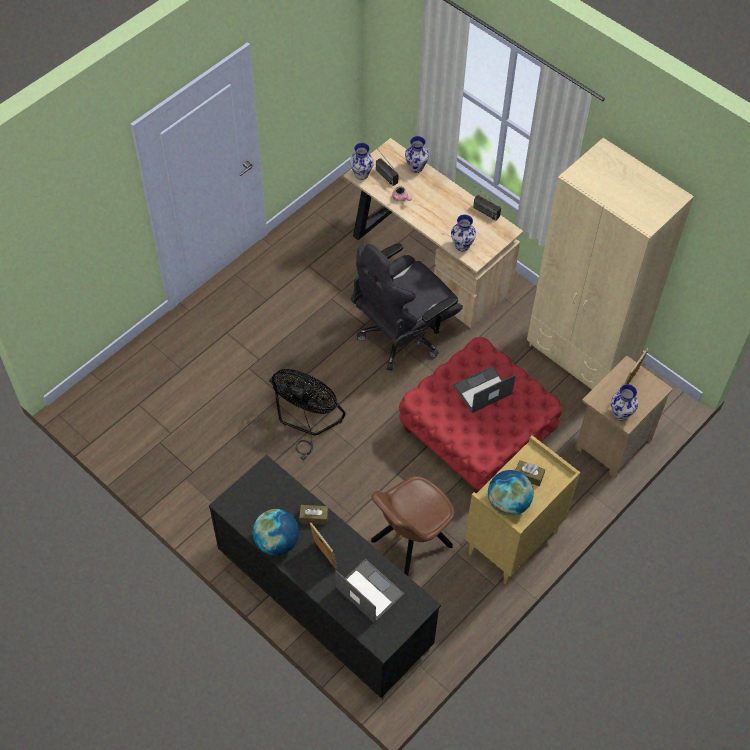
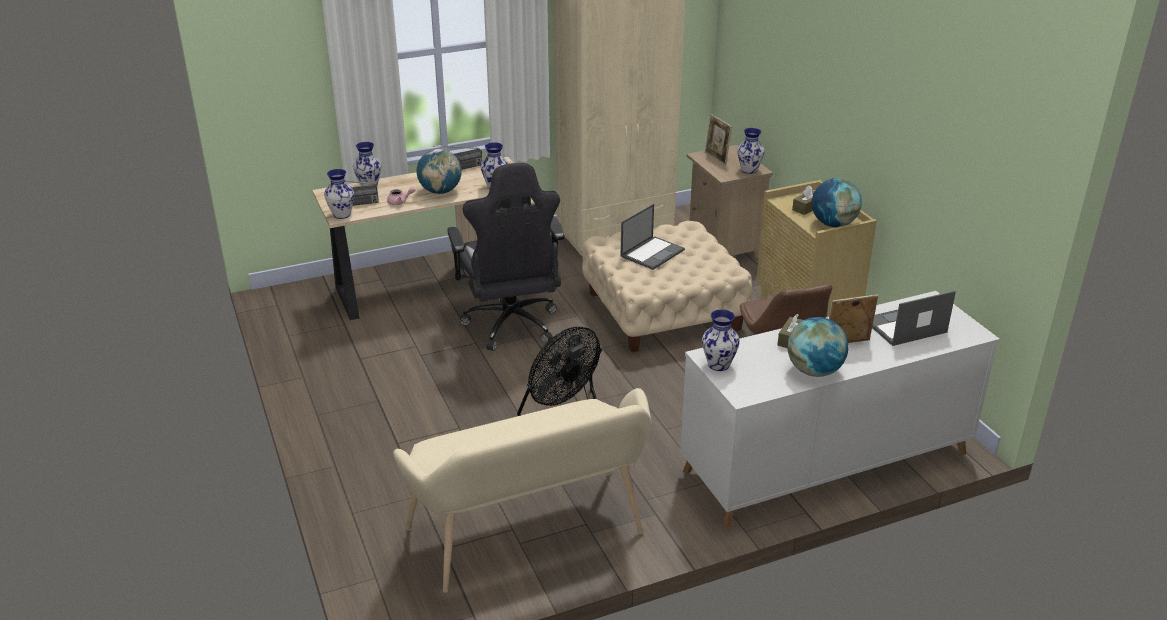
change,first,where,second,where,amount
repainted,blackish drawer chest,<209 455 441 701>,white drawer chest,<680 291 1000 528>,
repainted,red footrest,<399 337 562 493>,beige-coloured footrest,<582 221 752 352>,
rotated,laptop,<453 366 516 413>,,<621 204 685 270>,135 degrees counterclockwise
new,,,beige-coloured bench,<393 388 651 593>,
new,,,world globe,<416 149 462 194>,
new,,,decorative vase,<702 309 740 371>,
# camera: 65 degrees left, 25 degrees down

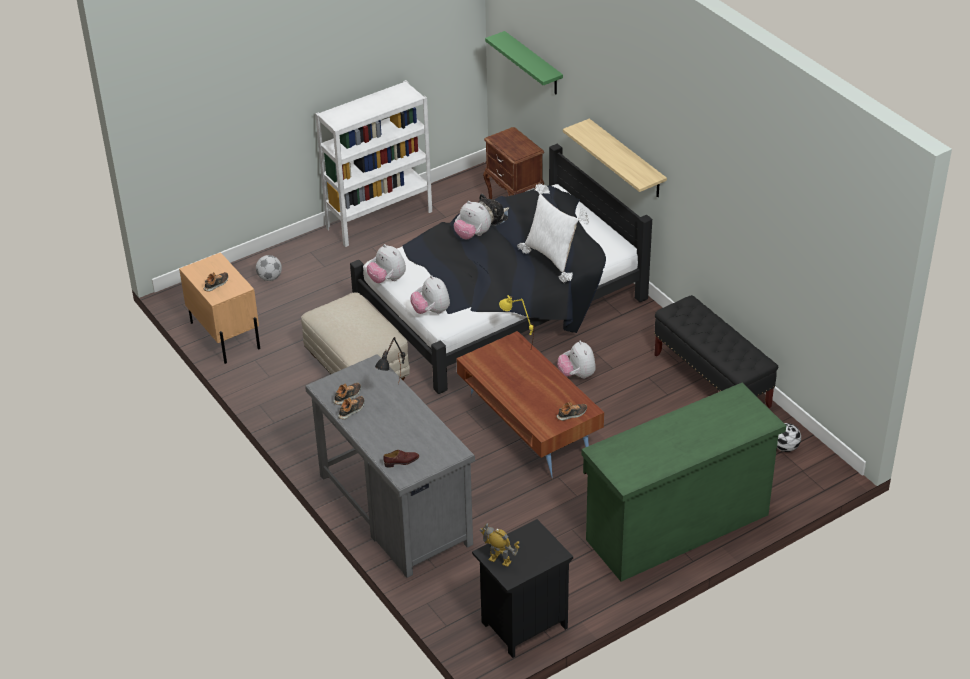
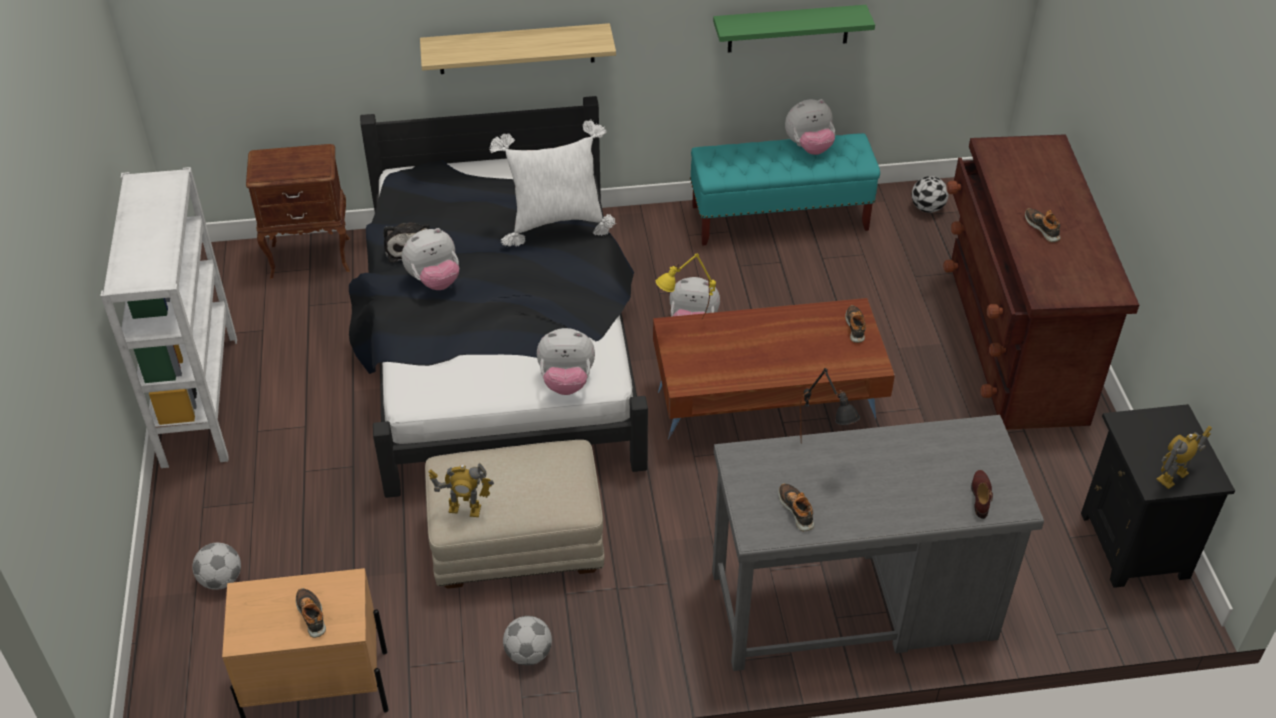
change,first,where,second,where,amount
shifted,low shoe,<338 396 364 419>,,<1025 208 1060 242>,
shifted,cuddly toy,<367 244 406 283>,,<785 99 835 155>,
shifted,greenish wall shelf,<485 31 563 94>,,<713 5 875 53>,
repainted,greenish drawer chest,<582 383 786 582>,brown drawer chest,<943 134 1139 430>,
repainted,blackish bench,<654 295 778 408>,turquoise-coloured bench,<690 133 880 245>,
new,,,robot figure,<428 463 494 517>,
new,,,football ball,<503 616 552 665>,
# camera: 65 degrees left, 5 degrees up

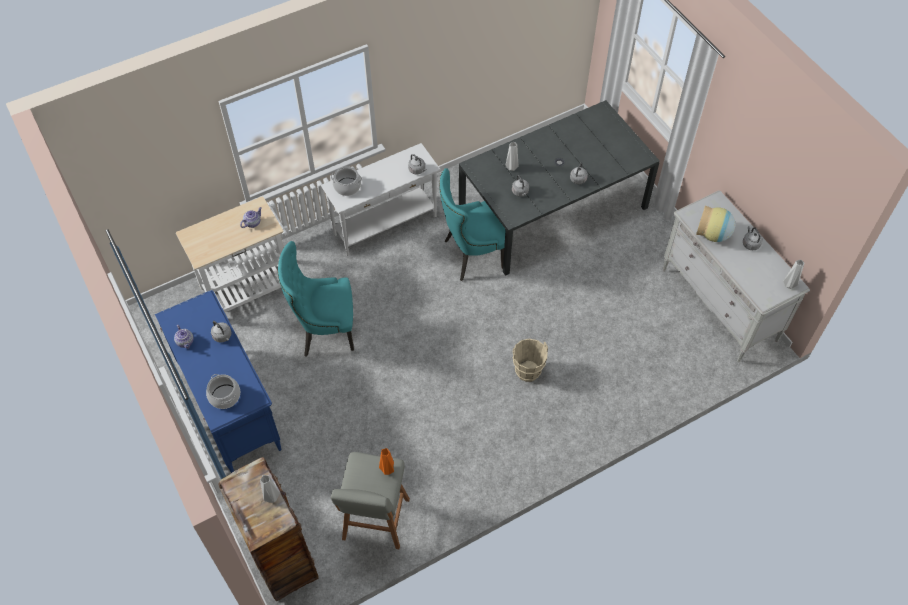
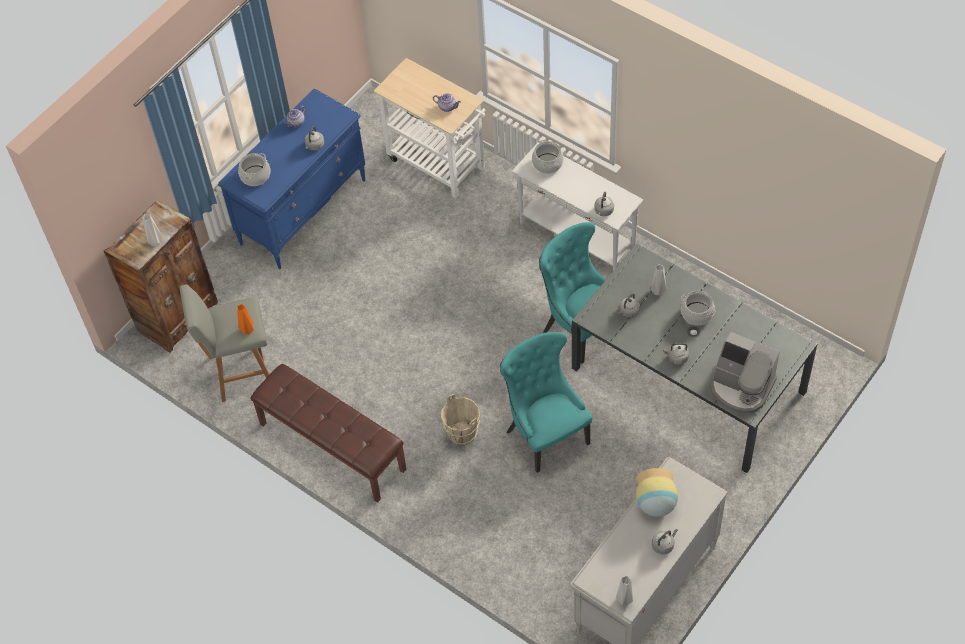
change,first,where,second,where,amount
shifted,turquoise-coloured chair,<278 241 354 357>,,<500 332 593 473>,
new,,,brown bench,<250 364 406 503>,
new,,,cooking pot,<681 291 715 325>,
new,,,coffee brewer,<710 332 780 414>,
# camera: 70 degrees right, 0 degrees up

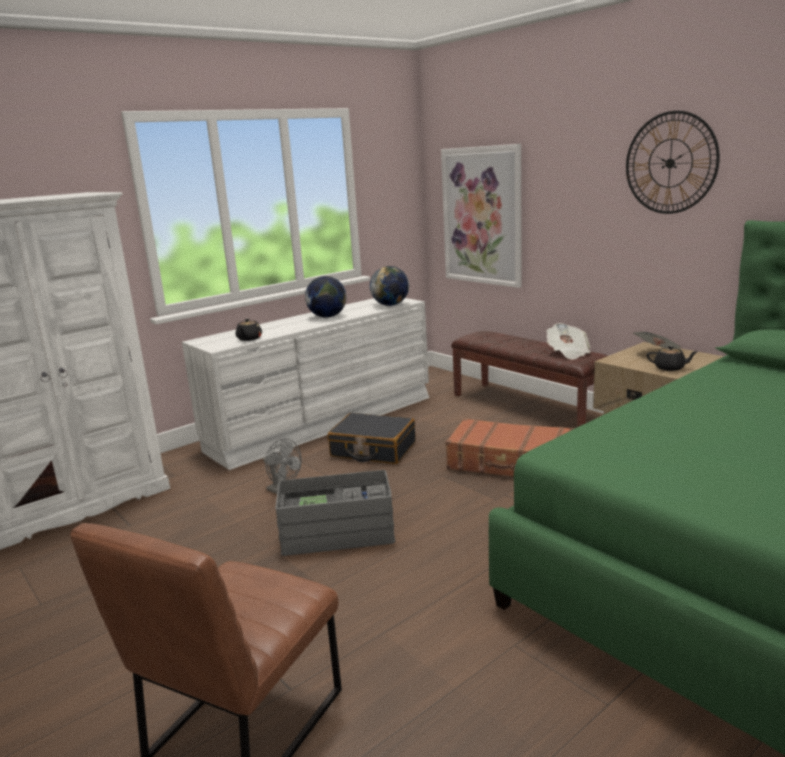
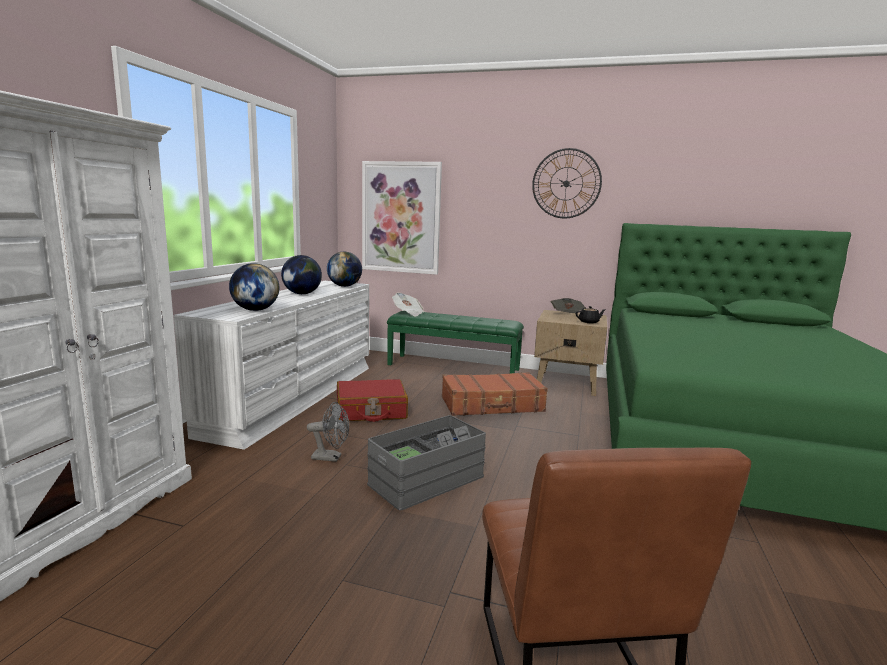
change,first,where,second,where,amount
swapped,blackish tea pot,<236 318 262 341>,world globe,<229 263 279 311>,
repainted,blackish travel case,<328 413 416 464>,red travel case,<337 379 408 422>,
repainted,brown bench,<451 331 608 427>,greenish bench,<387 311 524 374>,
shifted,newspaper,<547 323 591 360>,,<392 293 425 316>,
# camera: 35 degrees left, 5 degrees down

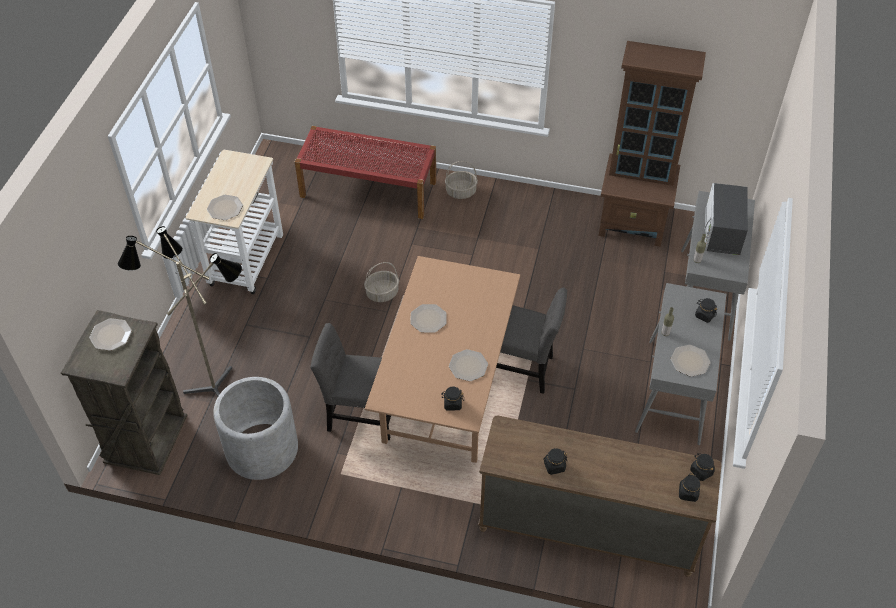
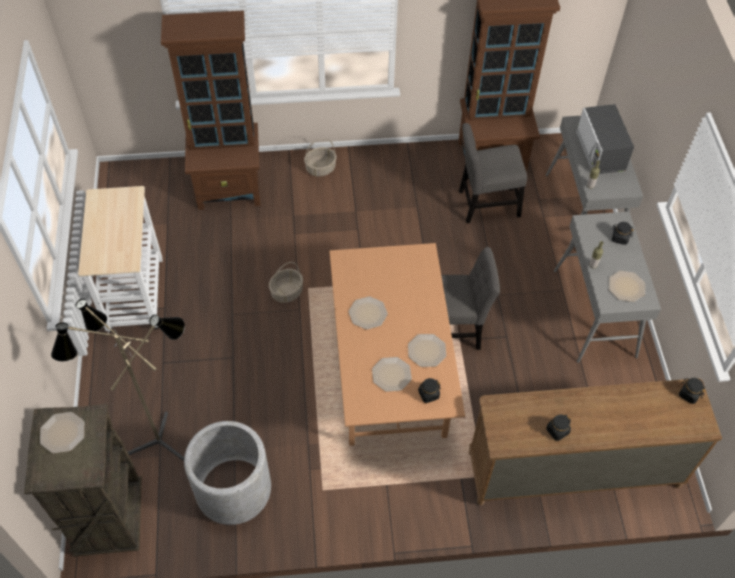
change,first,where,second,where,amount
shifted,dinner plate,<207 195 243 220>,,<372 357 412 392>,
swapped,red bench,<295 126 436 219>,brown storage cabinet,<161 10 260 210>,
shifted,grey chair,<311 323 391 440>,,<459 123 527 223>,
gone,blackish jar,<679 473 700 502>,,,
# camera: 20 degrees left, 5 degrees up

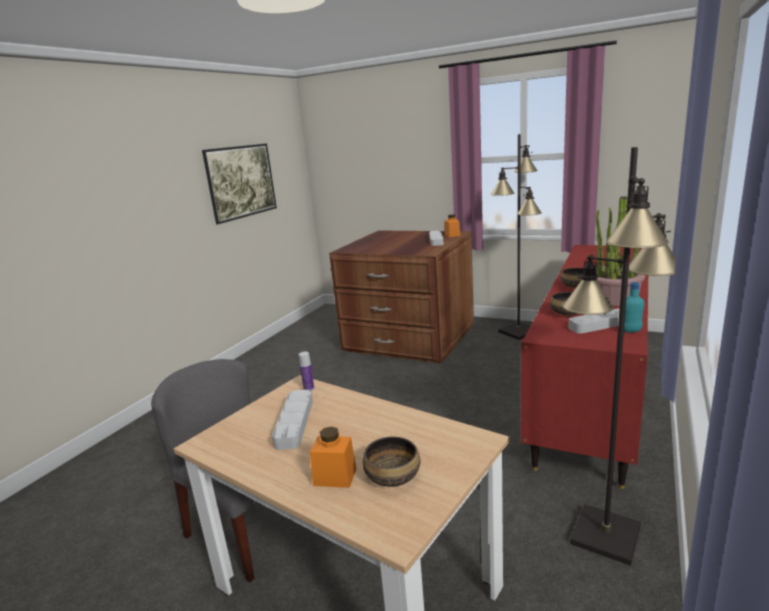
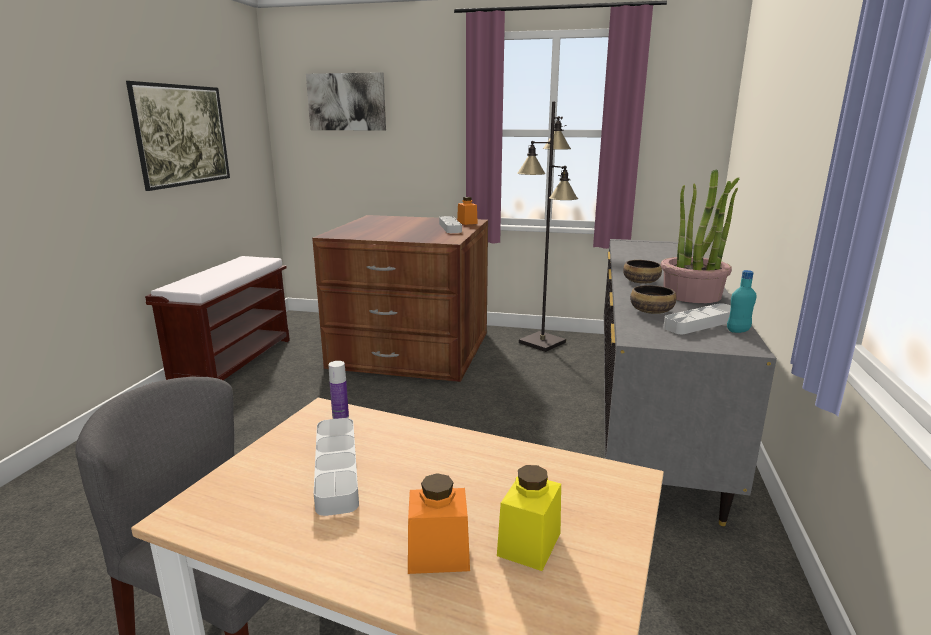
change,first,where,second,where,amount
swapped,deep dish,<362 436 420 487>,yellow-coloured jar,<497 465 561 571>,
repainted,red storage cabinet,<521 245 648 489>,grey storage cabinet,<604 239 777 526>,
gone,blackish floor lamp,<562 147 676 566>,,,
new,,,brown bench,<145 256 290 380>,
new,,,wall picture,<306 72 386 131>,
# camera: 15 degrees left, 0 degrees up

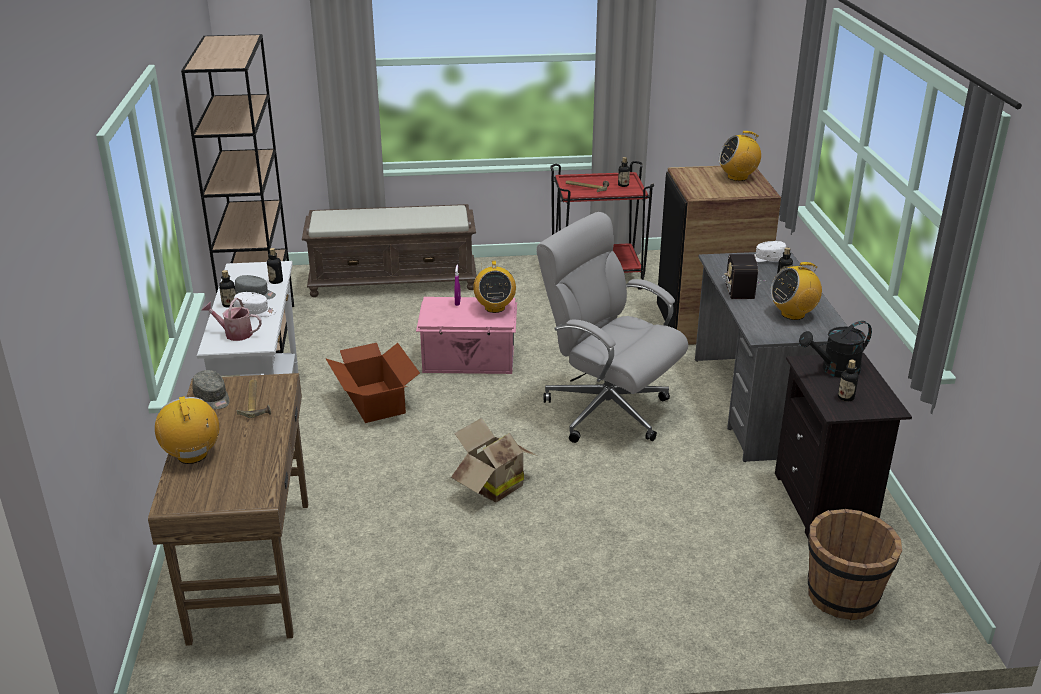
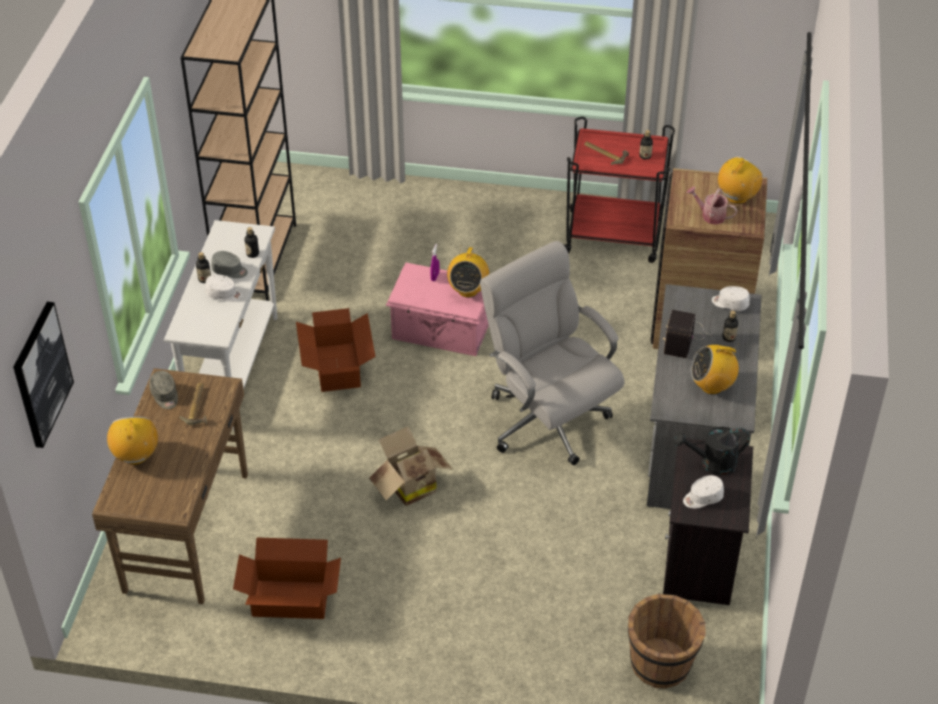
change,first,where,second,where,amount
shifted,sprinkling can,<202 298 262 341>,,<687 186 738 225>,
gone,brown bench,<302 204 477 297>,,,
rotated,radio,<719 131 761 181>,,<718 157 762 204>,120 degrees clockwise
swapped,bottle,<838 360 858 401>,white baseball cap,<683 475 724 508>,
new,,,wall picture,<13 302 74 448>,
new,,,carton,<233 537 341 619>,
# camera: 15 degrees right, 15 degrees up

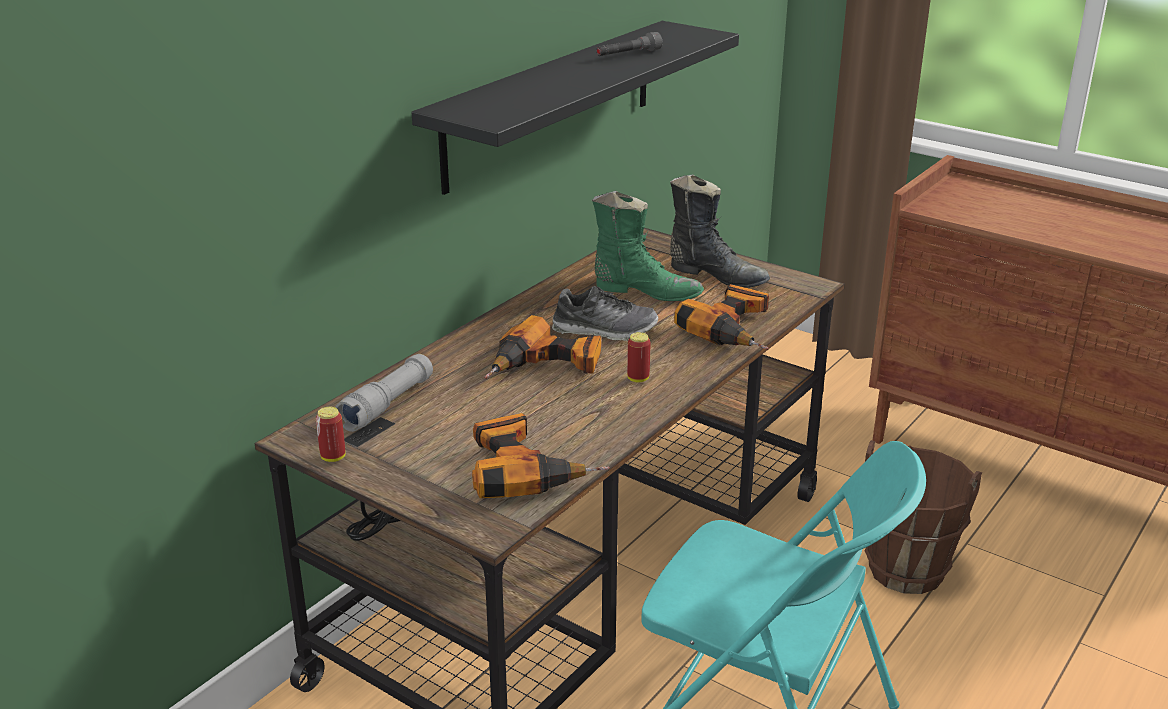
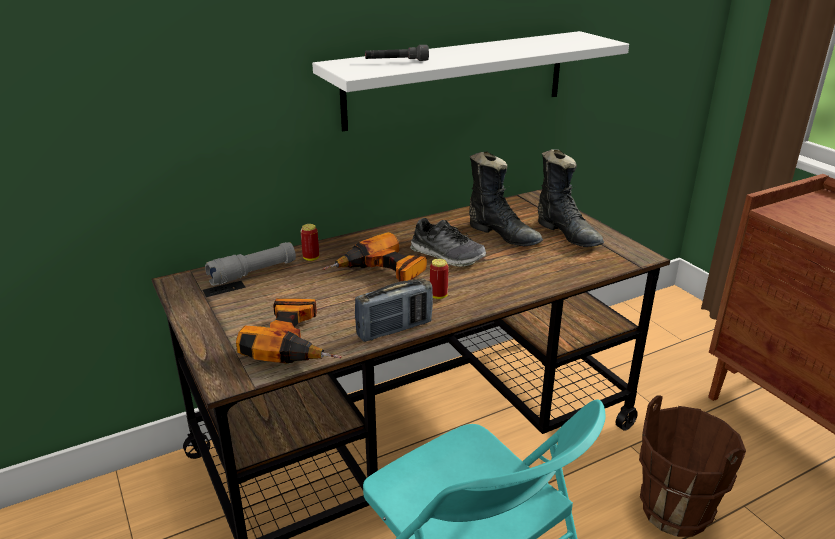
change,first,where,second,where,amount
shifted,metal can,<316 407 345 462>,,<301 224 319 261>,
repainted,blackish wall shelf,<411 21 739 195>,white wall shelf,<312 31 629 131>,
repainted,greenish high-top boot,<592 191 704 301>,blackish high-top boot,<469 152 543 246>,
shifted,grey flashlight,<596 32 662 56>,,<365 45 429 61>,
gone,power drill,<674 284 769 350>,,,
new,,,radio,<355 278 433 342>,
# camera: 25 degrees right, 0 degrees up

